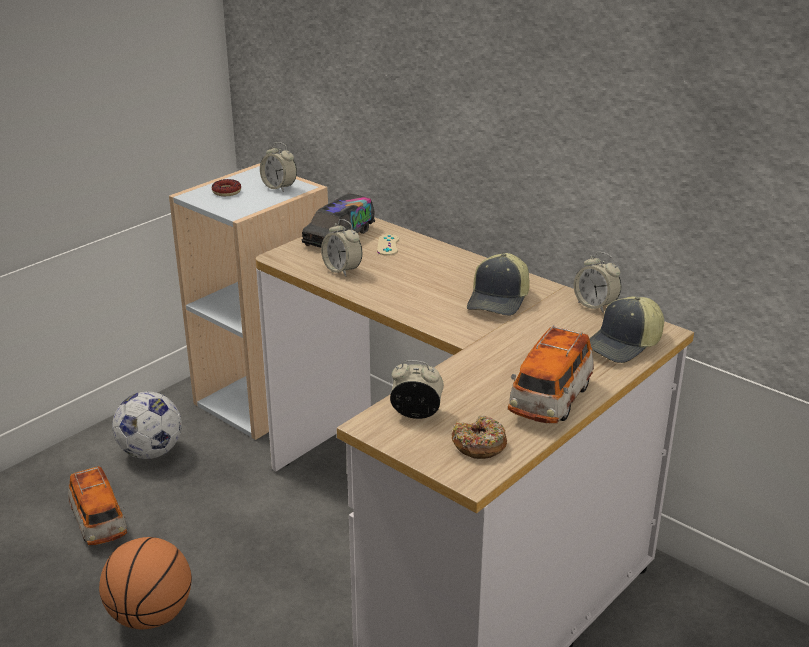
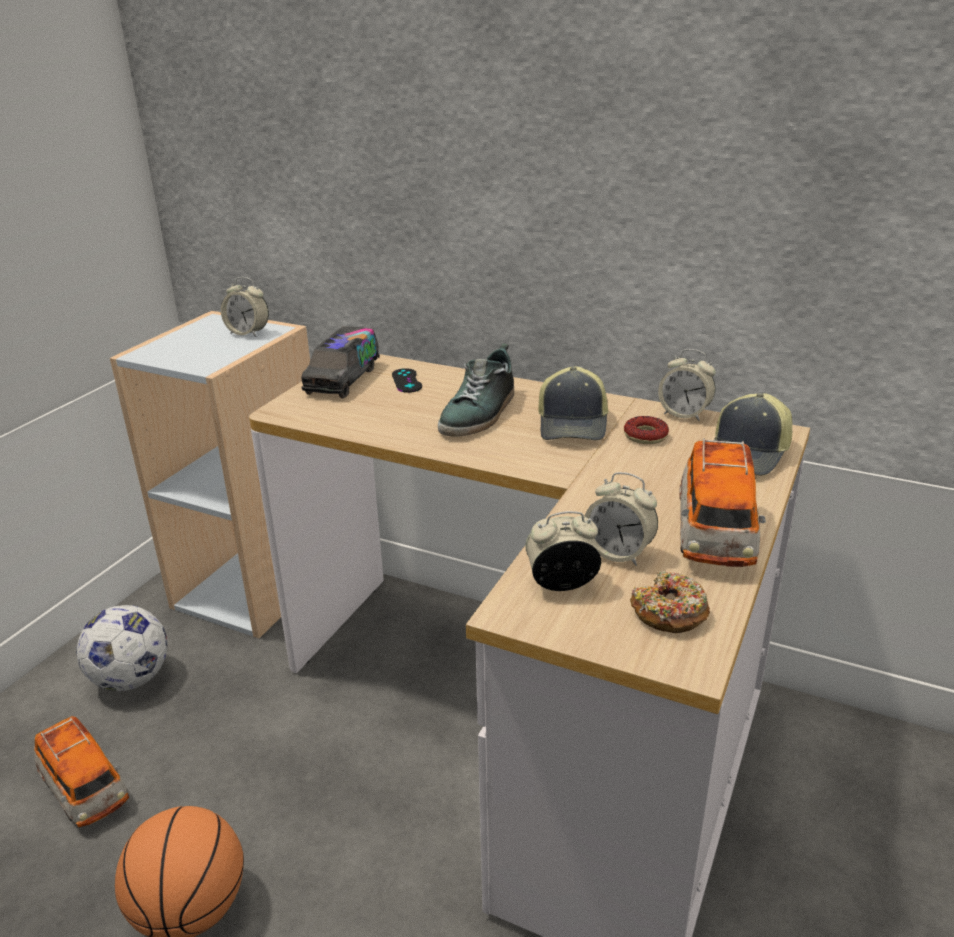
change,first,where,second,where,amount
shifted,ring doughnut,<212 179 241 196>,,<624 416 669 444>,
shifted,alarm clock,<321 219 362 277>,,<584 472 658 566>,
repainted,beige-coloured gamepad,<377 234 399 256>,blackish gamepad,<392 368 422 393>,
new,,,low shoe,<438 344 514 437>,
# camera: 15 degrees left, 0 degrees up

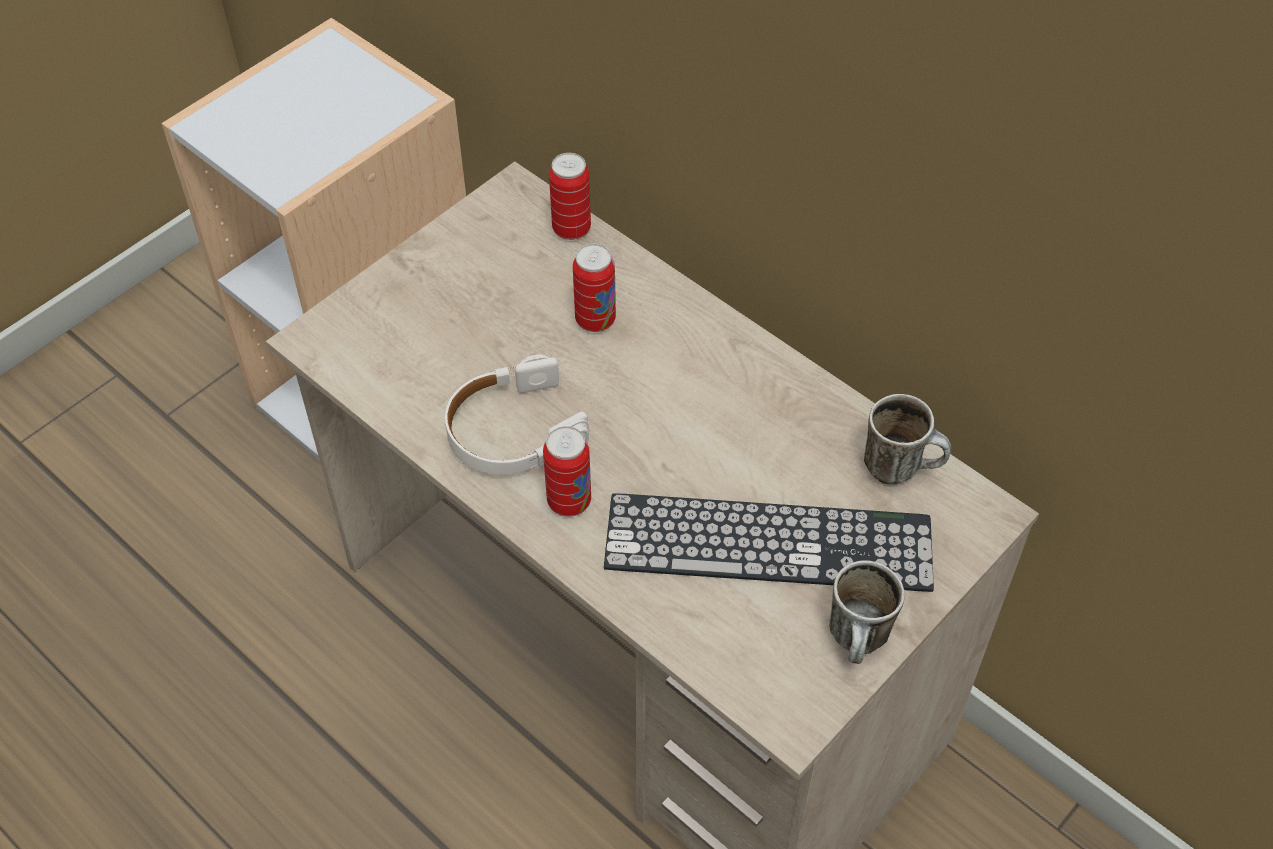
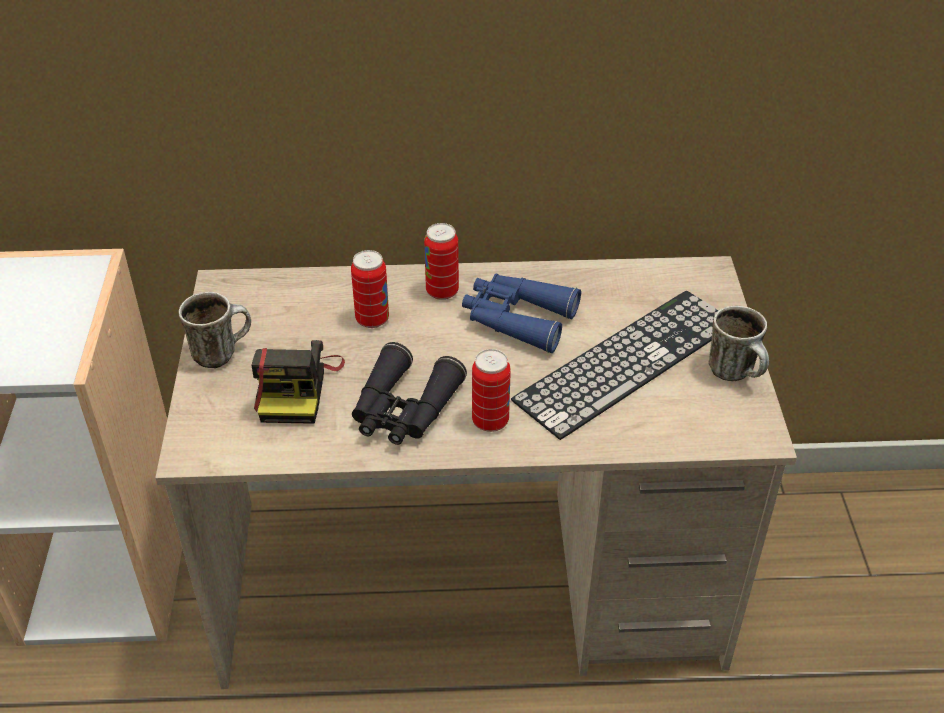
change,first,where,second,where,amount
swapped,white headset,<445 354 589 475>,blackish field glasses,<352 342 467 445>,
shifted,metal can,<549 153 591 240>,,<424 223 459 300>,
shifted,coffee mug,<864 394 951 485>,,<179 292 251 368>,
new,,,photo camera,<252 340 345 424>,
new,,,blue-coloured field glasses,<462 274 581 353>,
# camera: 45 degrees left, 10 degrees down

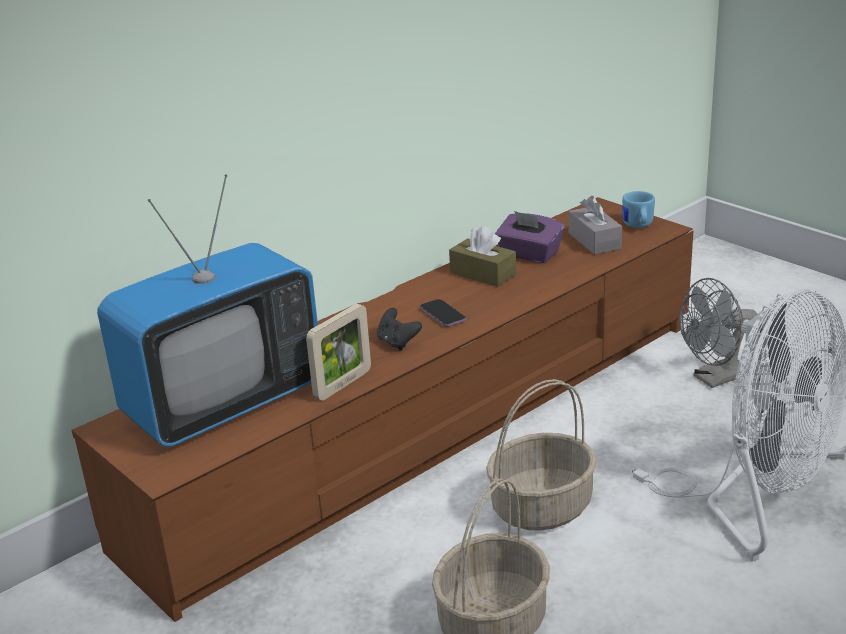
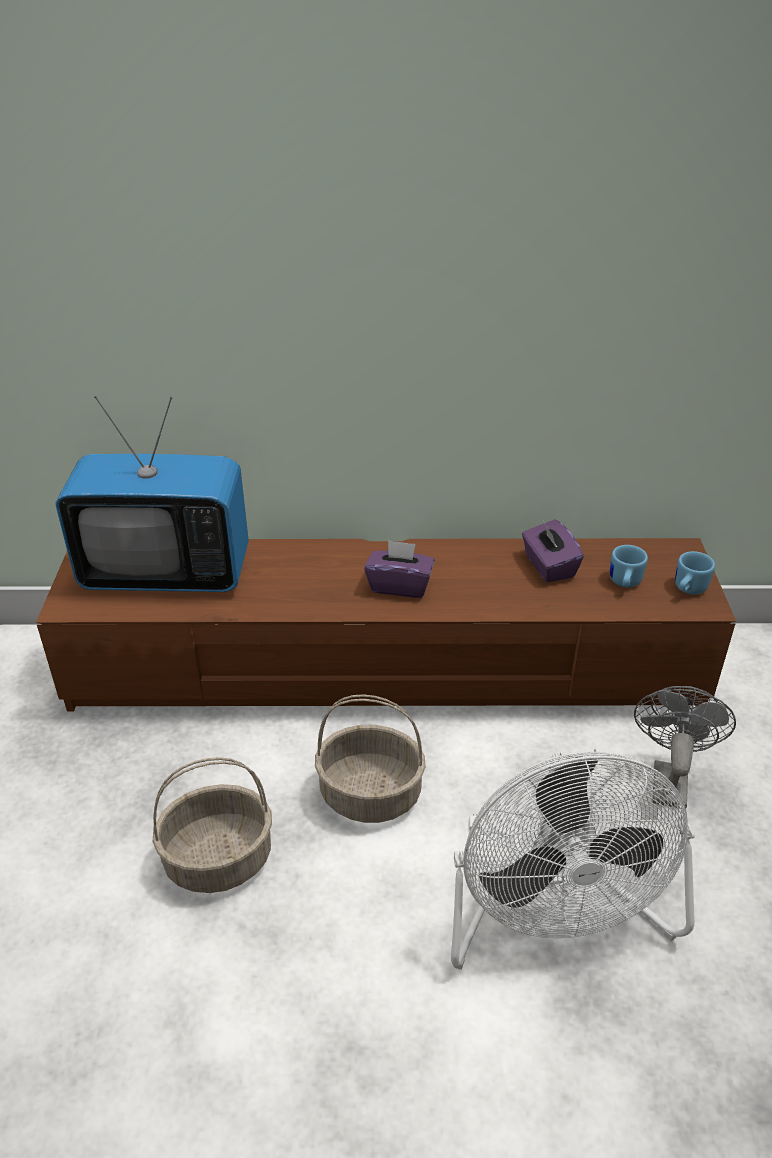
change,first,where,second,where,amount
gone,standing frame,<306 304 371 401>,,,
gone,blackish gamepad,<377 308 422 351>,,,
swapped,telephone,<420 299 466 327>,purple box of tissues,<364 540 434 598>,
gone,brown box of tissues,<449 226 516 287>,,,
swapped,grey box of tissues,<569 196 622 255>,blue-coloured coffee mug,<610 545 648 588>,
rotated,grey cooling fan,<679 278 757 388>,,<634 686 736 809>,90 degrees clockwise
# camera: 40 degrees right, 10 degrees up

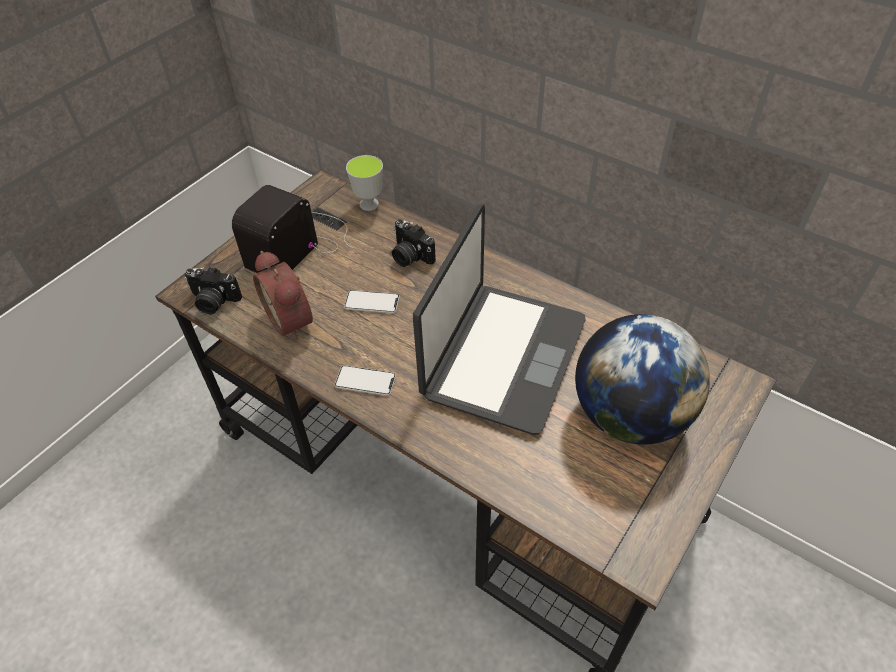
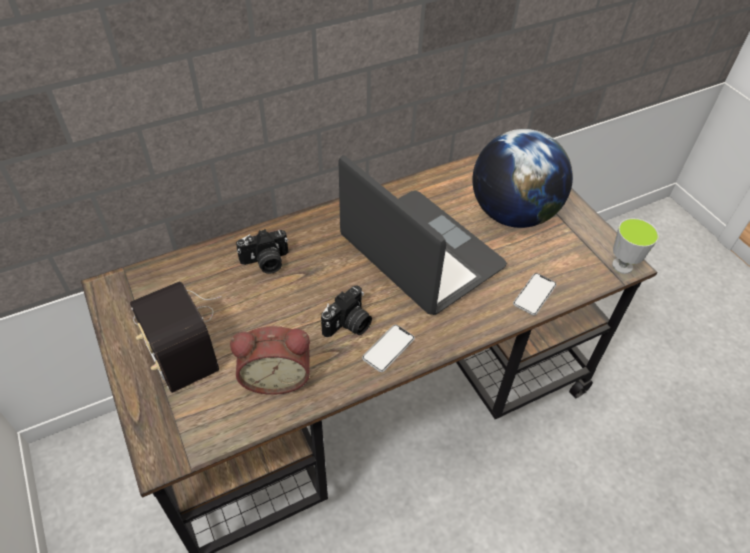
change,first,where,second,where,amount
shifted,photo camera,<184 267 242 314>,,<321 285 372 337>,
shifted,telephone,<344 290 400 313>,,<513 273 557 315>,
shifted,small cup,<346 155 383 211>,,<612 218 659 274>,
# camera: 65 degrees left, 0 degrees up

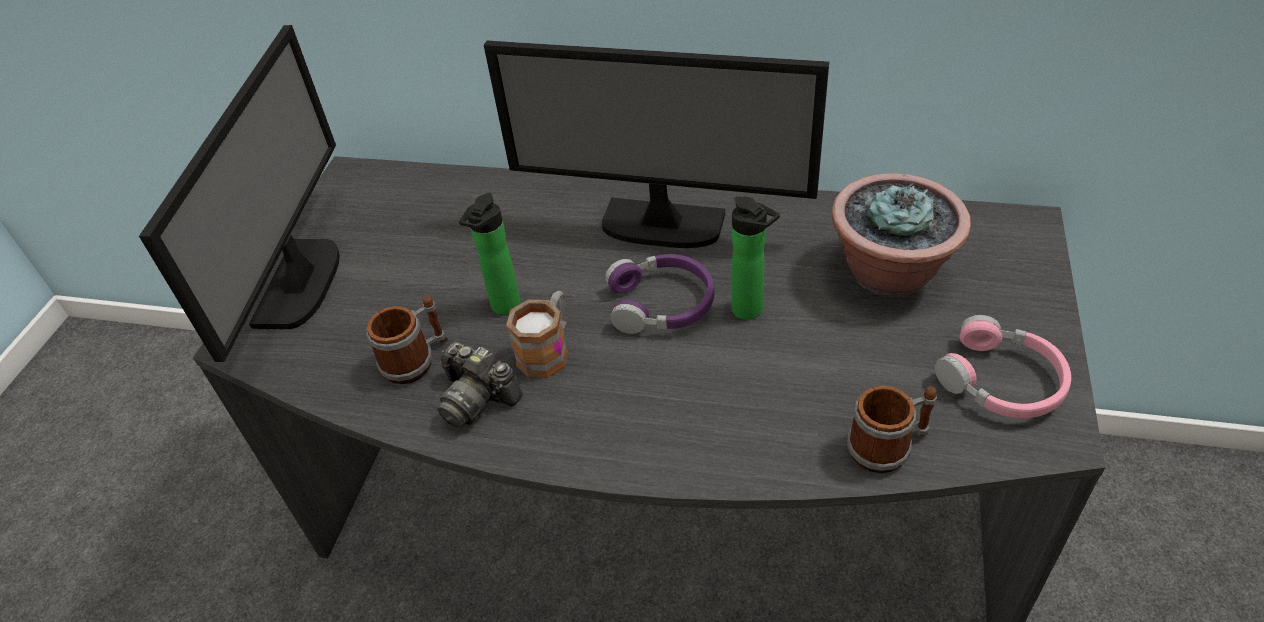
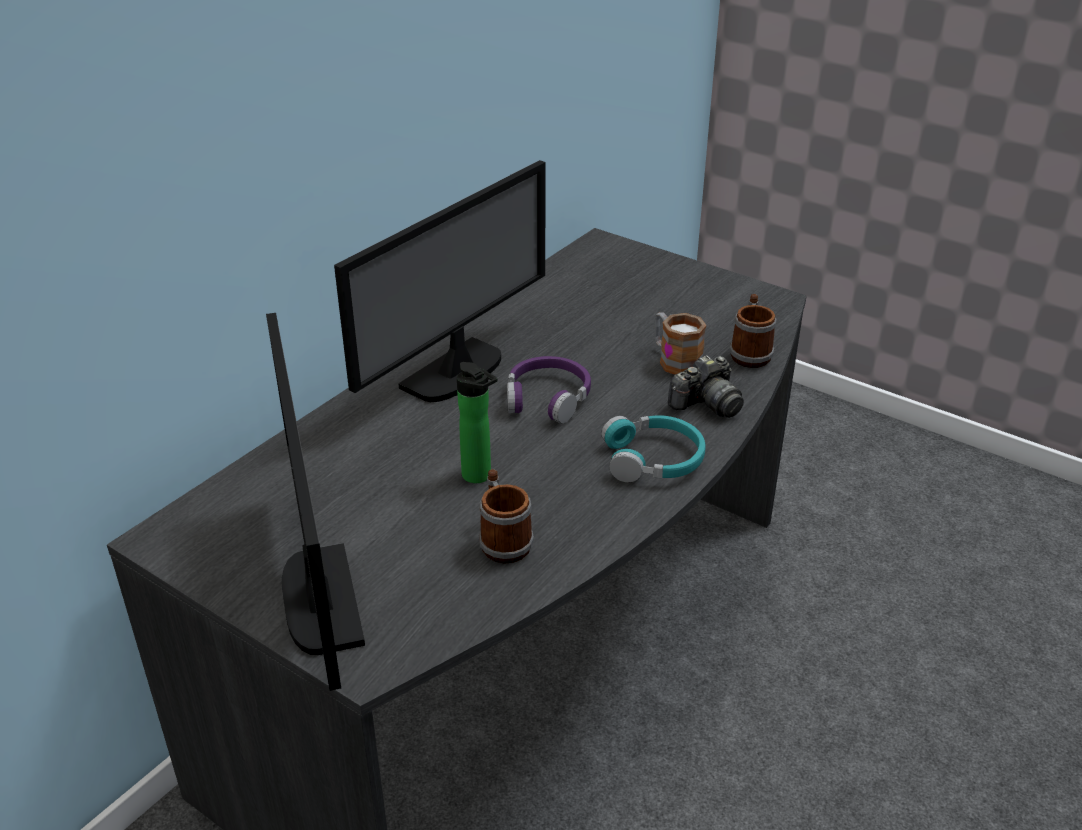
change,first,where,second,where,amount
rotated,computer display,<139 25 340 362>,,<266 313 365 691>,135 degrees counterclockwise
shifted,photo camera,<437 341 523 428>,,<668 355 744 418>,
shifted,coffee mug,<506 291 568 378>,,<654 312 707 375>,
gone,bottle,<731 196 780 320>,,,
gone,potted plant,<832 173 971 298>,,,
gone,pink headset,<935 315 1071 419>,,,
new,,,turquoise-coloured headset,<601 415 706 482>,
# camera: 70 degrees left, 10 degrees down

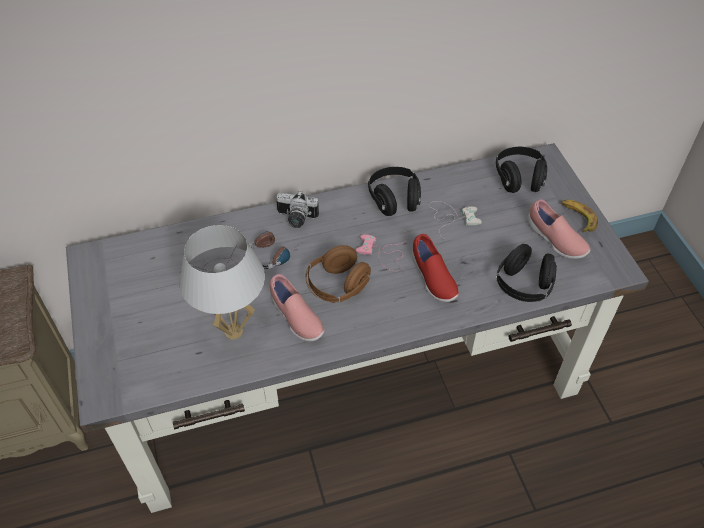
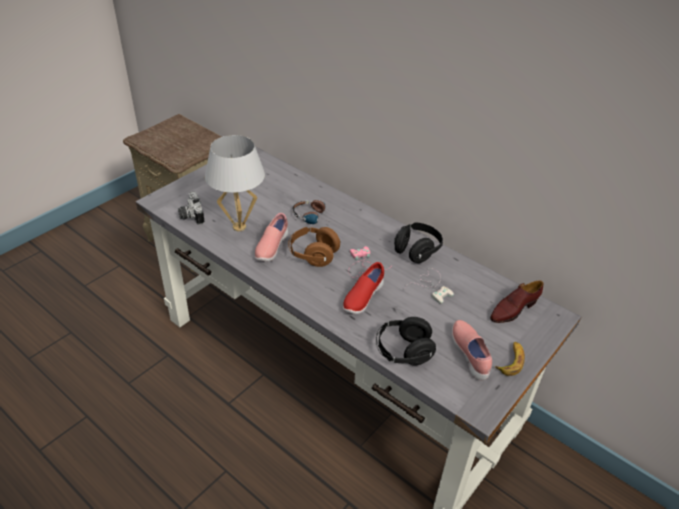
change,first,where,second,where,amount
shifted,photo camera,<276 191 319 228>,,<178 192 205 225>,
swapped,blackish headset,<496 147 547 193>,brown low shoe,<490 280 543 323>,
rotated,pink low shoe,<528 199 591 259>,,<452 320 492 381>,150 degrees clockwise
# camera: 55 degrees right, 10 degrees down

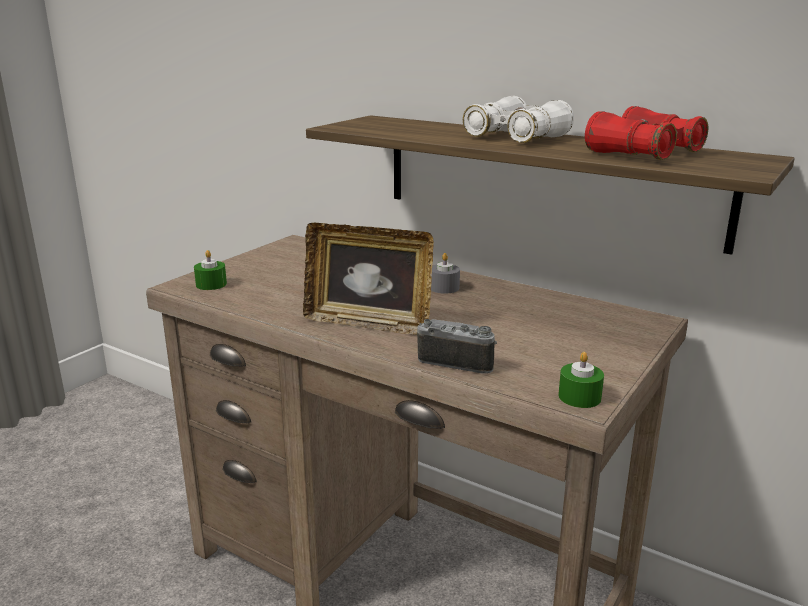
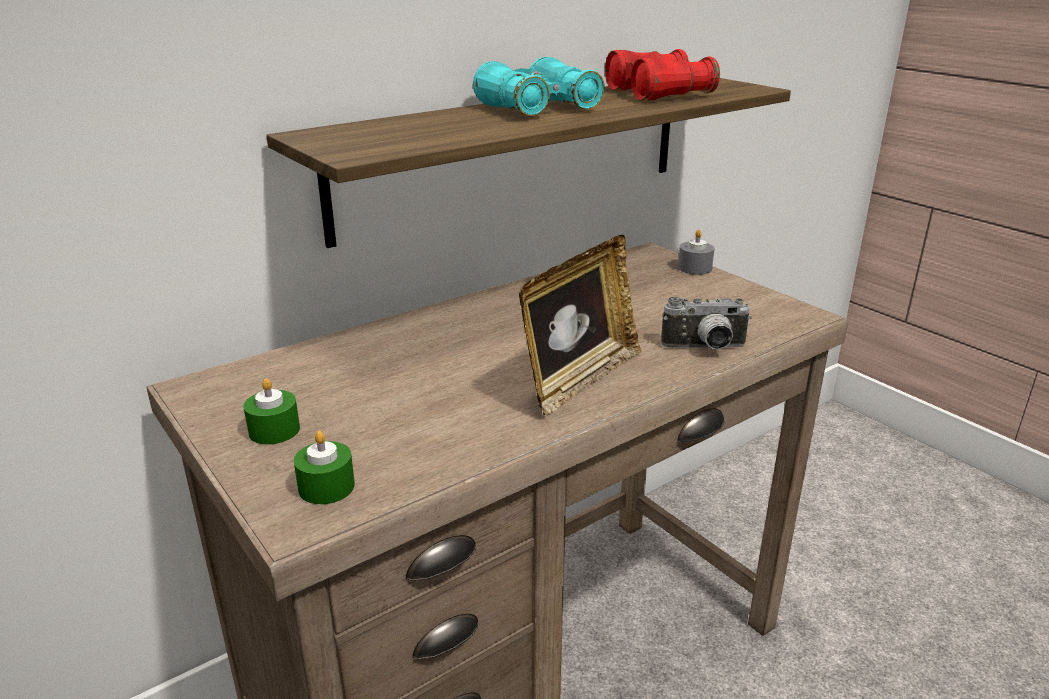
change,first,where,second,where,amount
rotated,photo camera,<417 319 497 374>,,<661 297 751 350>,135 degrees counterclockwise
shifted,grey wax candle,<431 253 460 294>,,<678 229 714 275>,
repainted,white field glasses,<463 96 574 143>,turquoise-coloured field glasses,<473 57 605 116>,
shifted,greenish wax candle,<558 352 604 408>,,<243 378 300 445>,
# camera: 70 degrees left, 5 degrees up

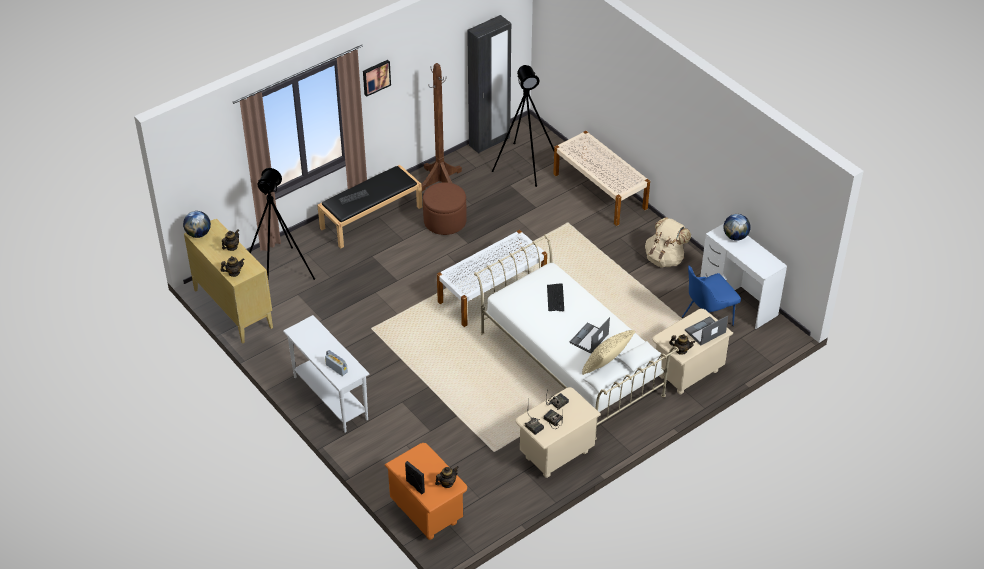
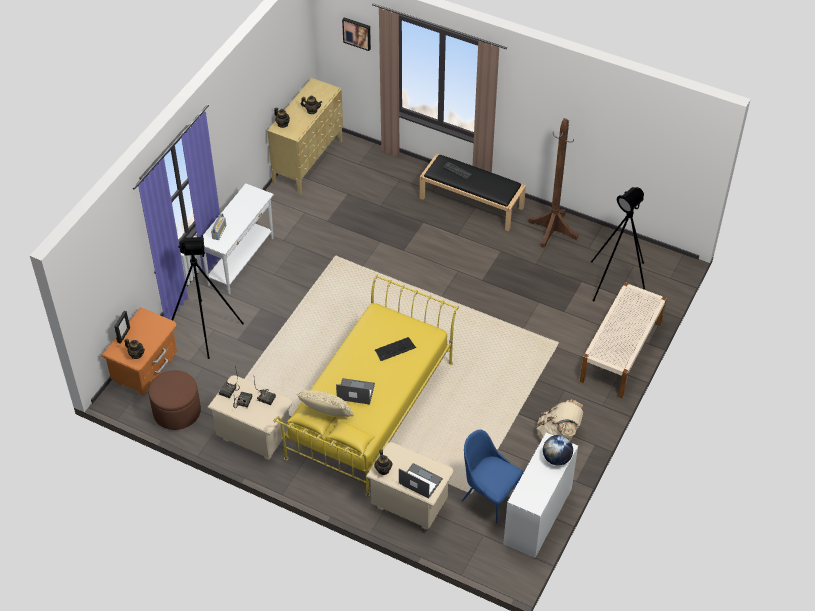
change,first,where,second,where,amount
gone,world globe,<183 211 211 238>,,,
shifted,blackish floor lamp,<249 168 315 280>,,<172 235 244 359>,
shifted,wall picture,<363 60 391 97>,,<342 17 371 51>,
shifted,brown footrest,<423 182 467 235>,,<148 370 201 430>,
gone,white bench,<437 230 547 327>,,,
gone,blackish wardrobe,<467 15 511 154>,,,
repainted,white bed,<474 235 679 440>,yellow-coloured bed,<274 274 459 497>,
# camera: 65 degrees right, 5 degrees up

